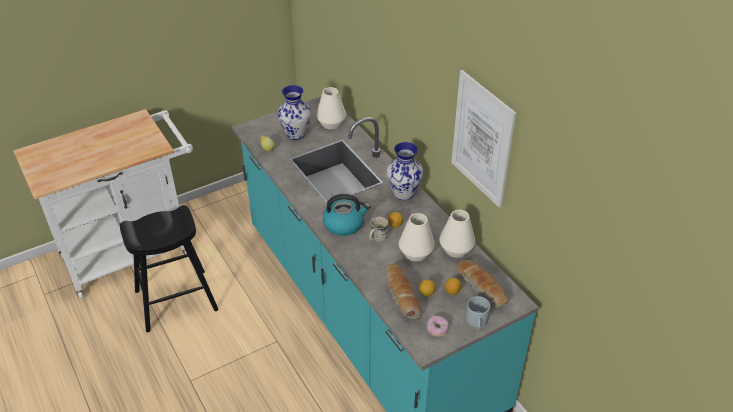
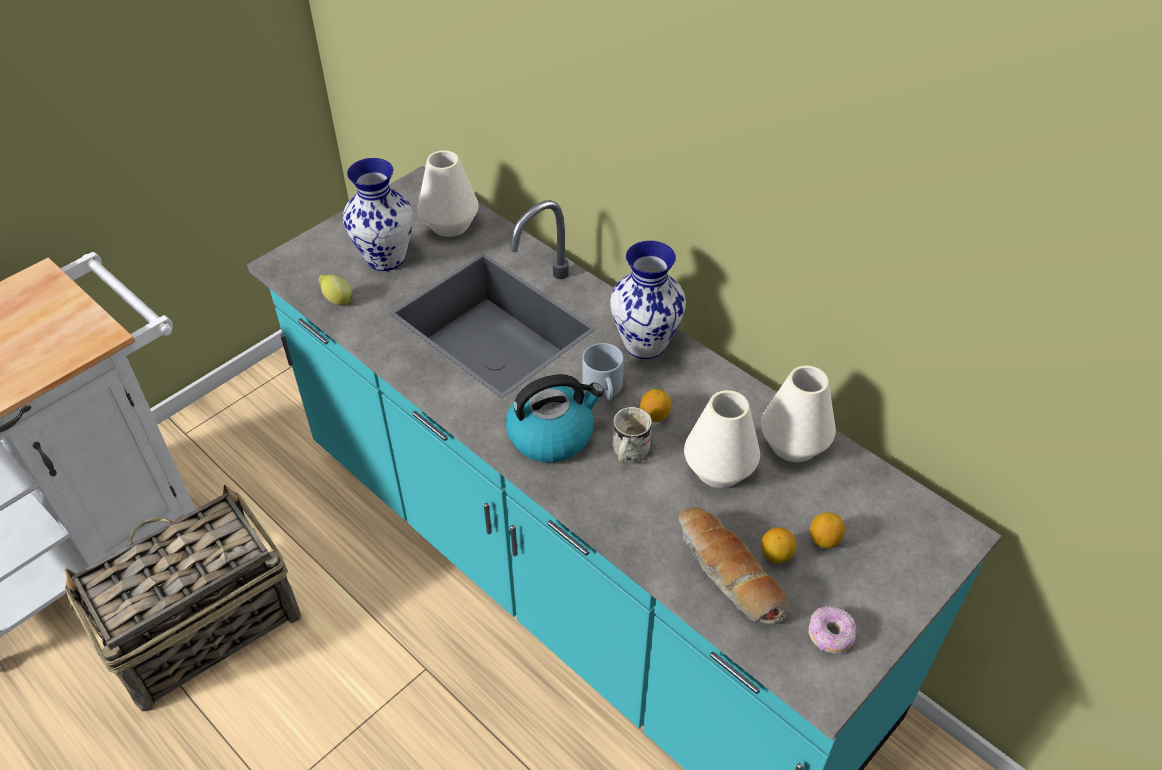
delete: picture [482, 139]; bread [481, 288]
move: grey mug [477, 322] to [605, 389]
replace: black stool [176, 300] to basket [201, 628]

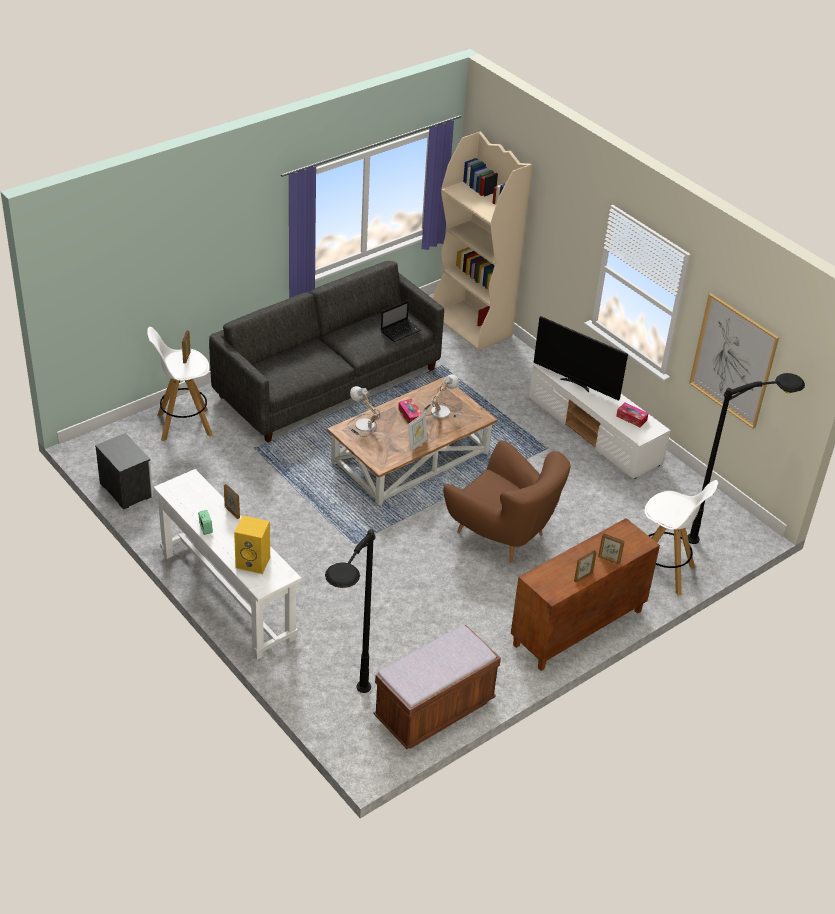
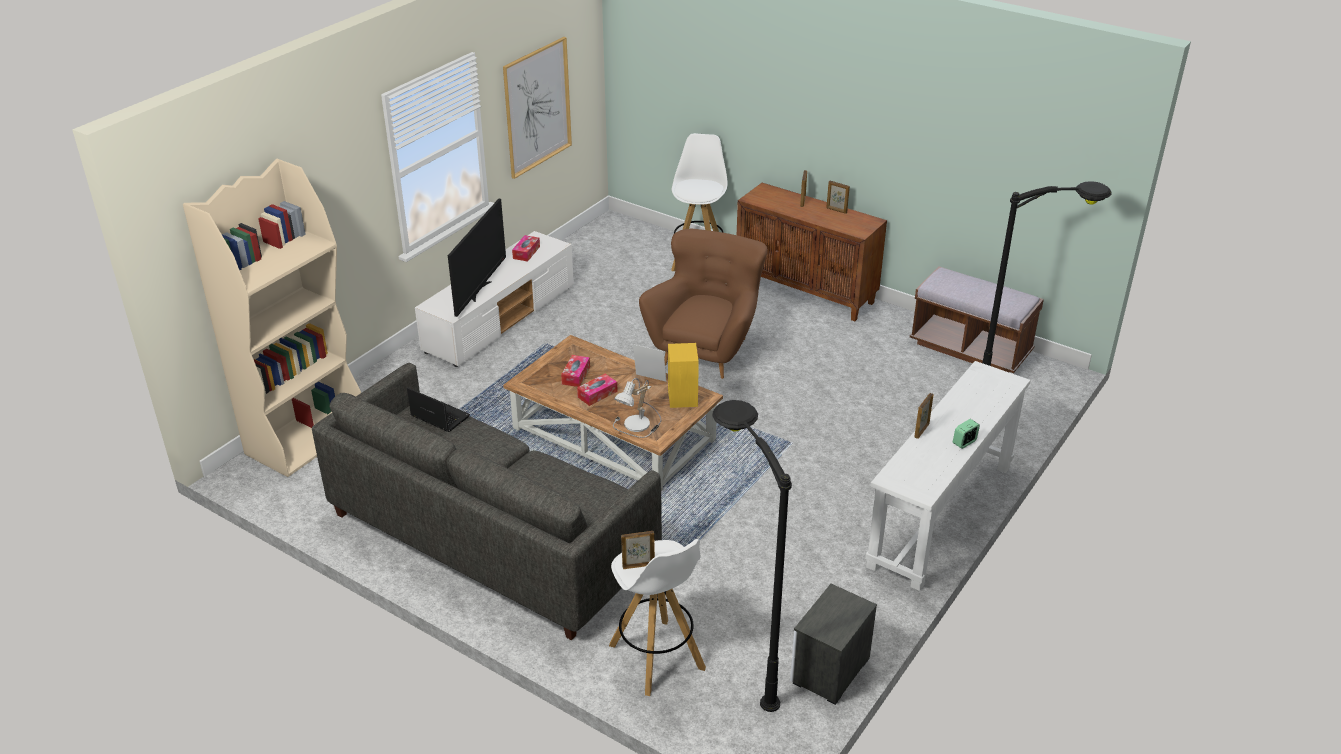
move: black floor lamp [732, 536] to [738, 660]; yellow speaker [254, 562] to [681, 397]
replace: table lamp [439, 410] to tissue box [576, 375]

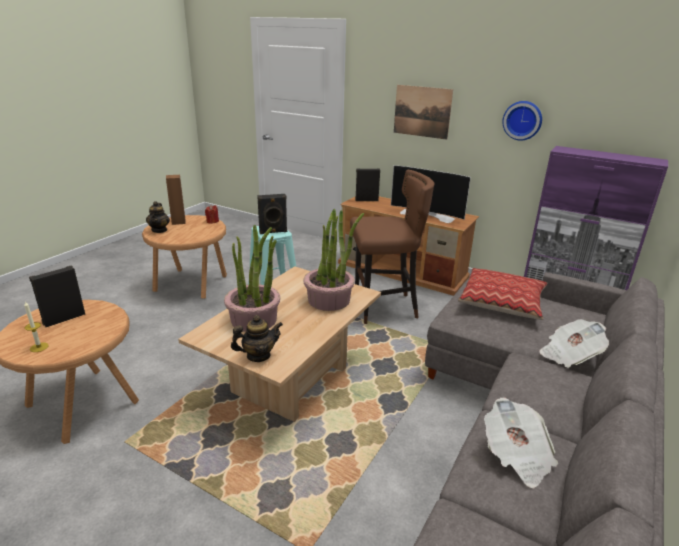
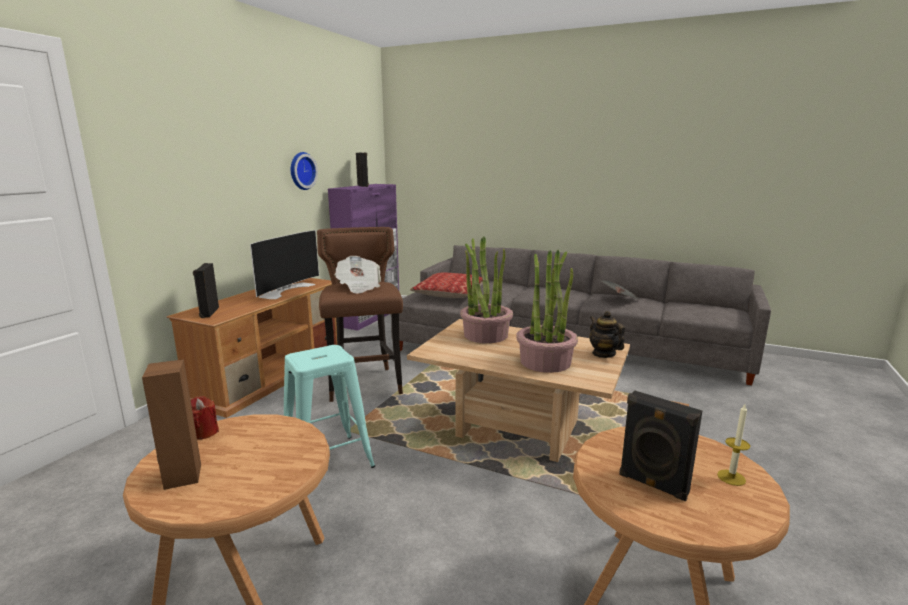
delete: picture [422, 111]; teapot [159, 230]
move: black speaker [273, 232] to [363, 186]; newspaper [569, 355] to [359, 287]

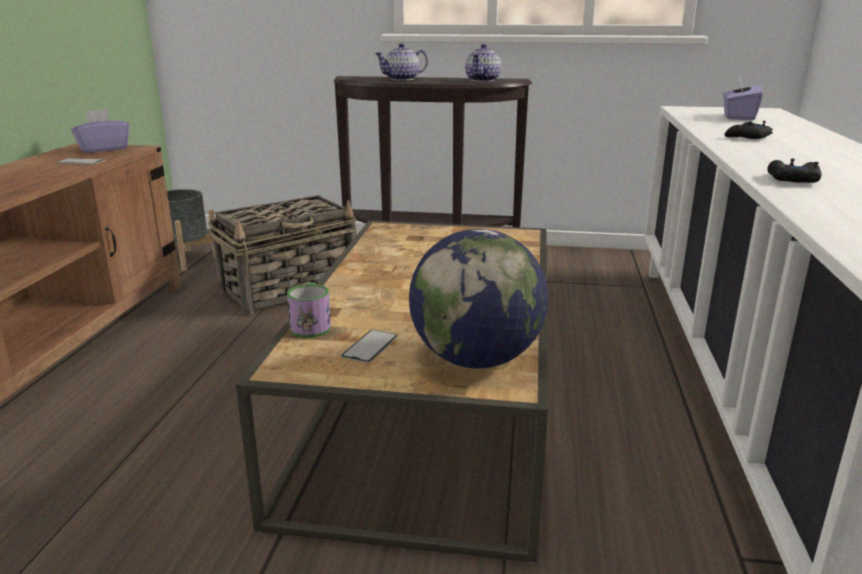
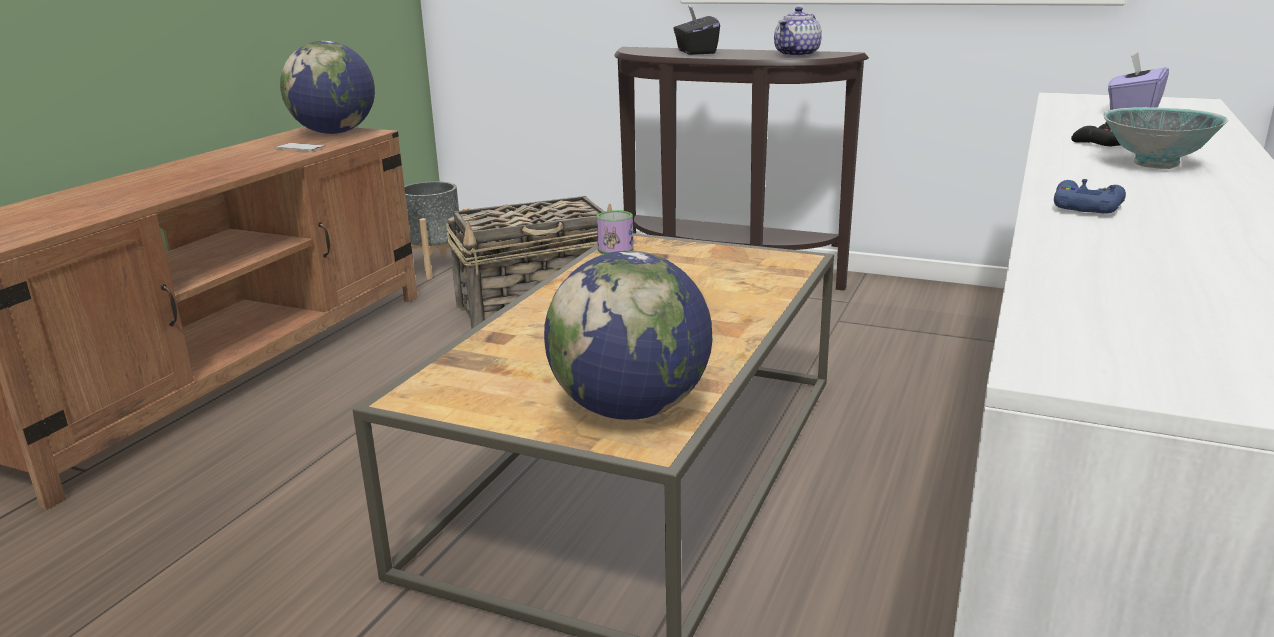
delete: phone [370, 346]
insert: bowl [1155, 164]
move: mug [311, 325] to [617, 247]
replace: teapot [402, 79] to black tissue box [695, 52]; purple tissue box [103, 149] to globe [335, 133]
recolor: black game controller [792, 179] to blue game controller [1086, 207]

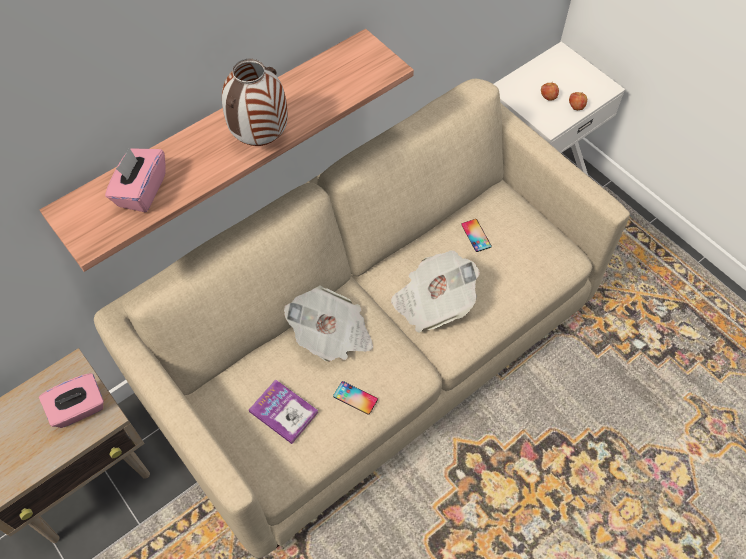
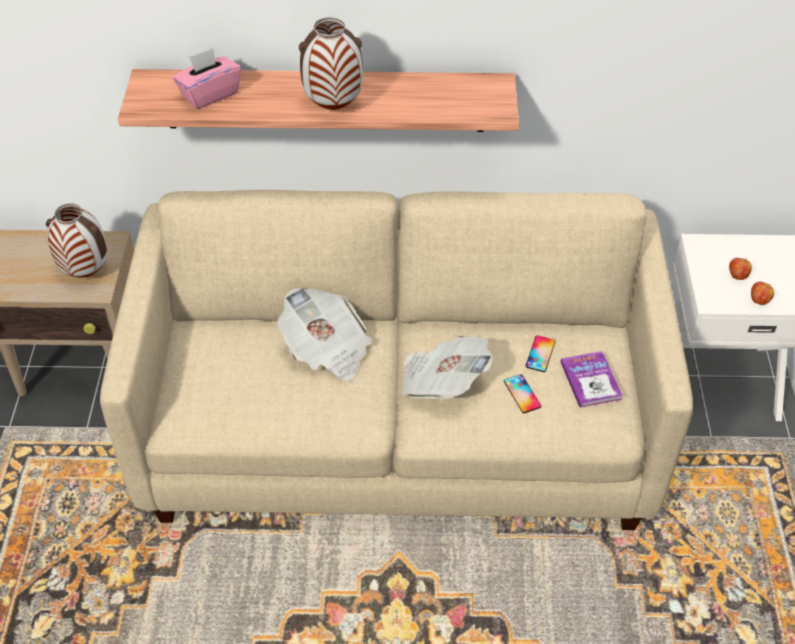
move: book [283, 412] to [590, 380]; phone [355, 398] to [522, 394]
replace: pink tissue box [79, 409] to vase [87, 272]

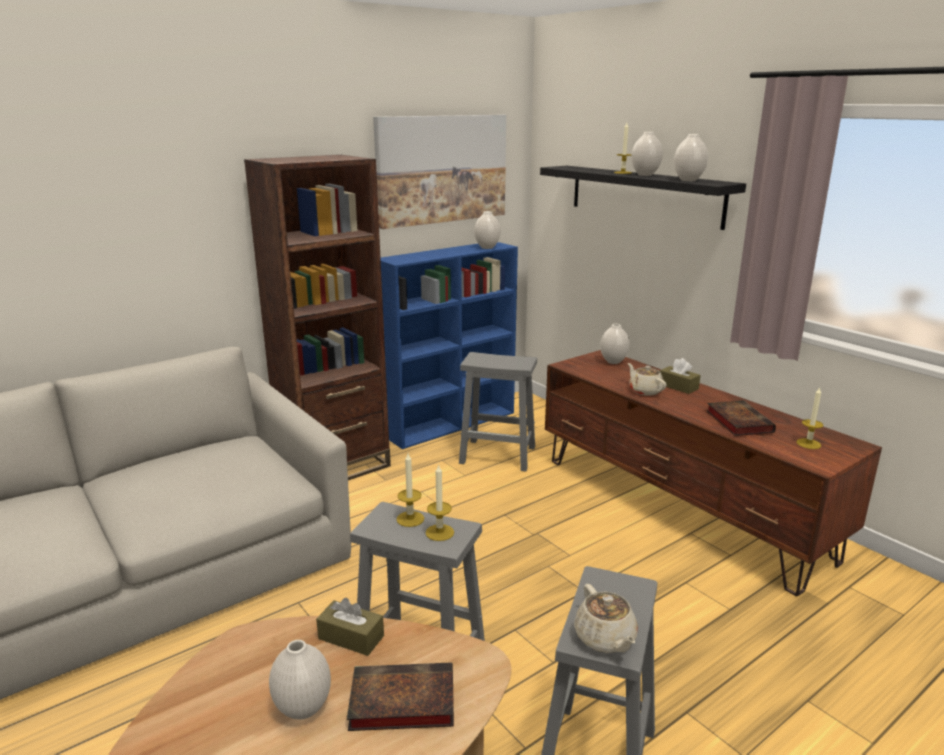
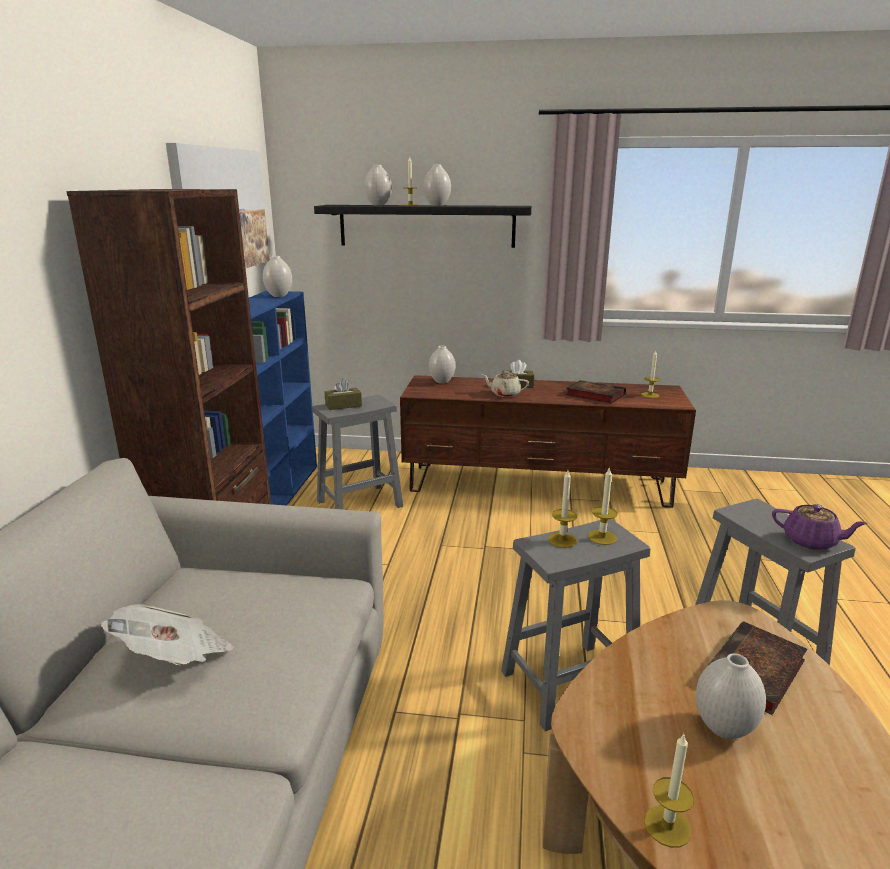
insert: newspaper [175, 657]; candle [667, 826]
move: white vase [688, 180] to [379, 205]; brown tissue box [351, 637] to [343, 405]
recolor: beige teapot [605, 639] to purple teapot [811, 541]

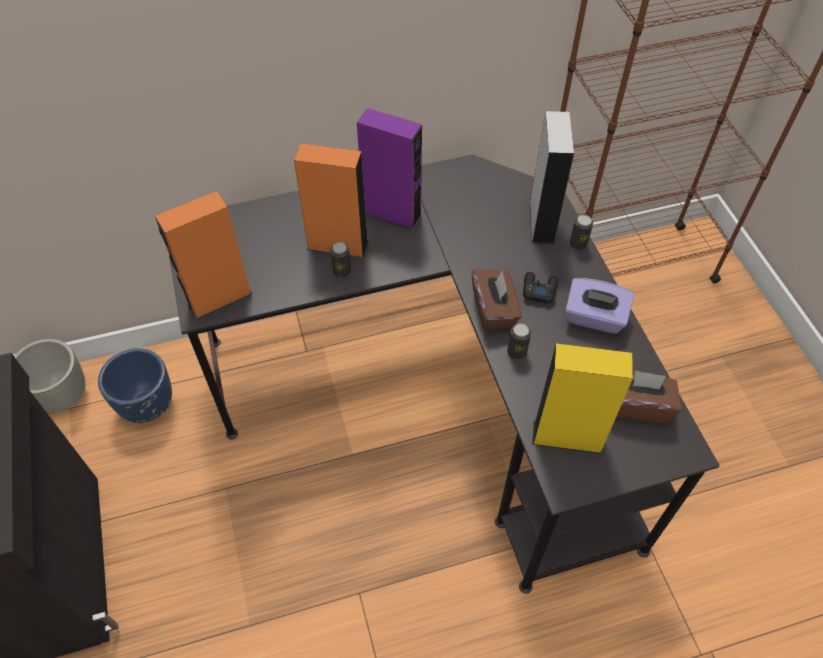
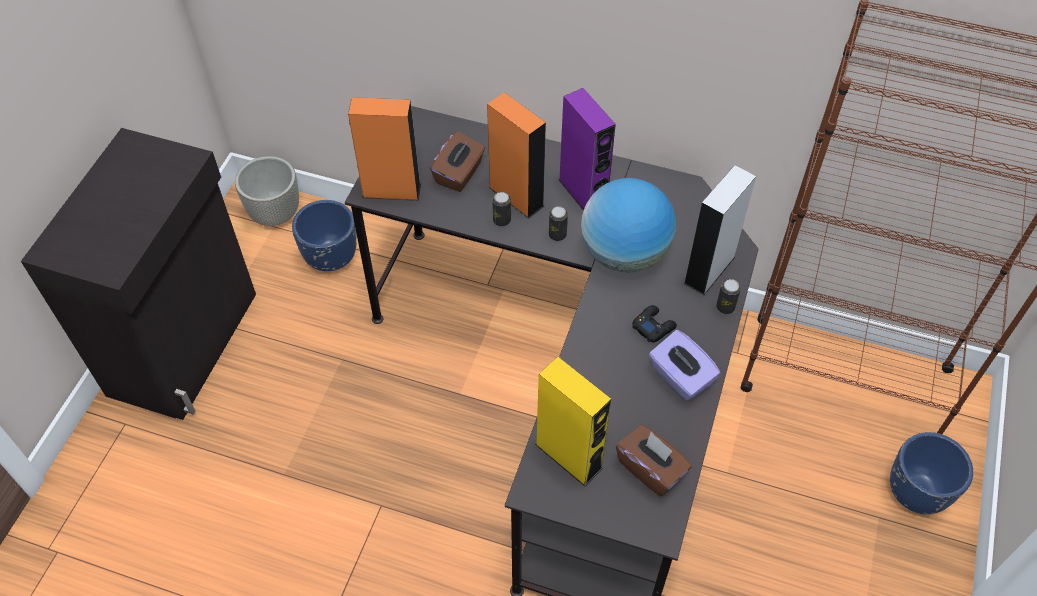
insert: globe [624, 254]; blue planter [916, 492]
move: brown tissue box [494, 310] to [459, 174]; can [516, 352] to [557, 234]

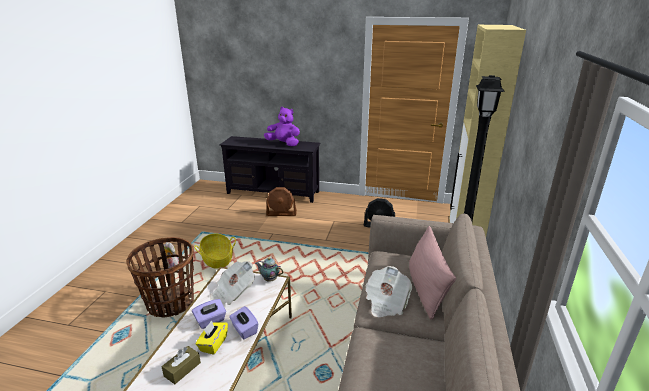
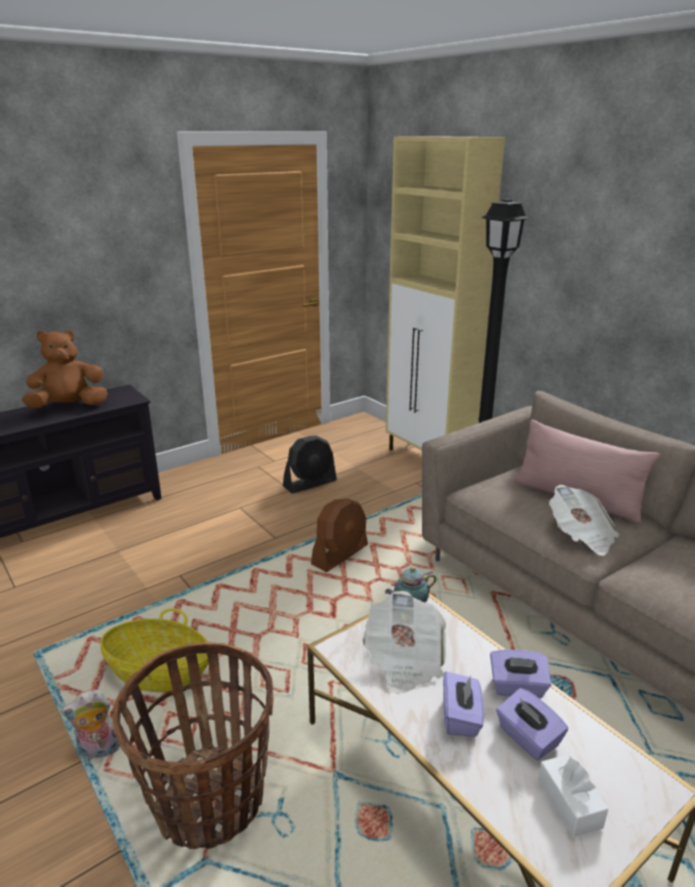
move: brown fan [281, 213] to [340, 555]
recolor: purple plush toy [284, 144] to brown plush toy [69, 407]; yellow tissue box [213, 344] to purple tissue box [527, 738]; brown tissue box [182, 369] to white tissue box [569, 803]

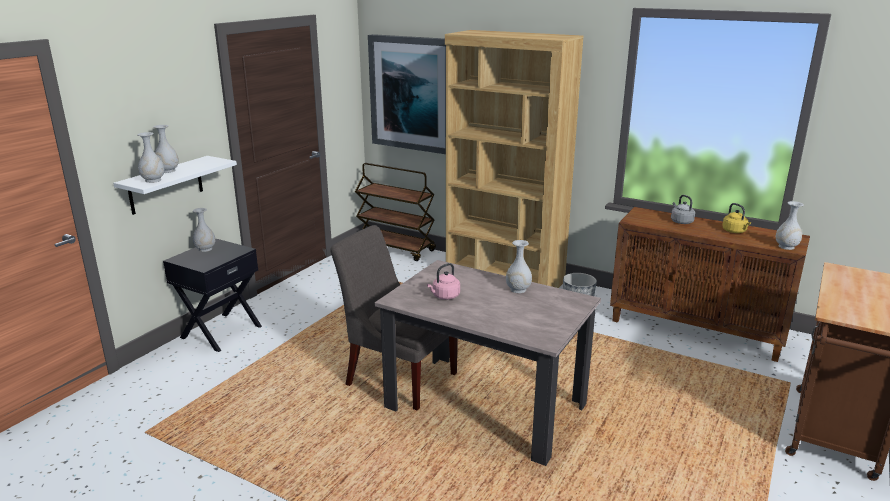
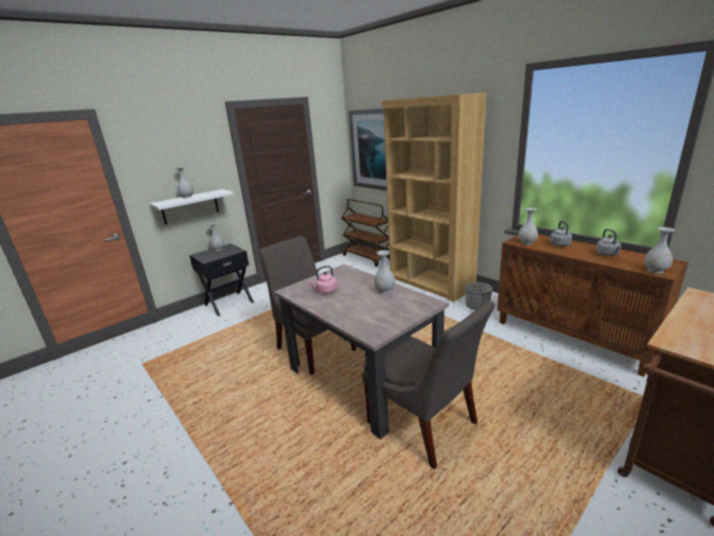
insert: grey chair [425, 426]
move: white vase [153, 180] to [527, 243]
recolor: yellow kettle [735, 231] to grey kettle [608, 254]

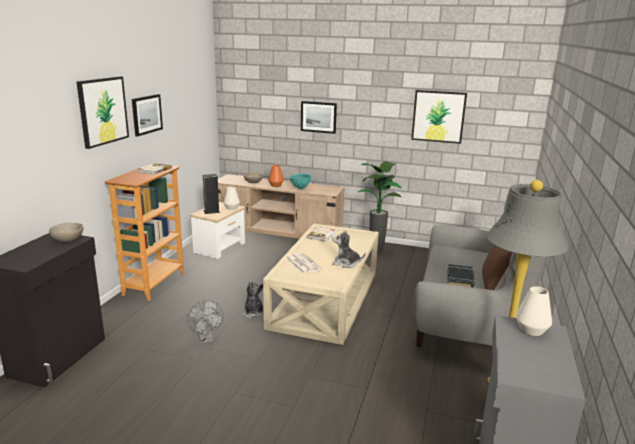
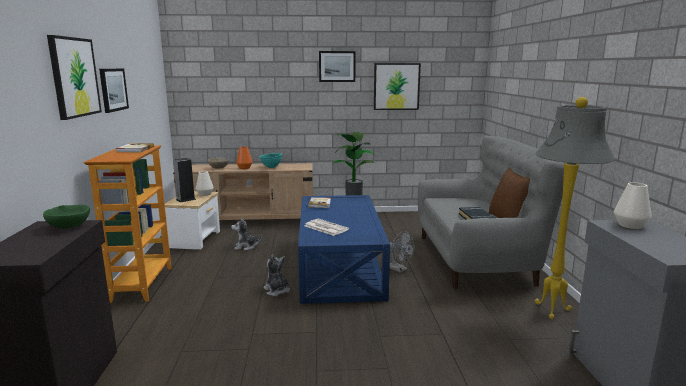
move: picture [318, 117] to [337, 66]; plush toy [346, 263] to [246, 247]; grey fan [206, 339] to [399, 269]
recolor: beige bowl [68, 240] to green bowl [69, 227]; beige coffee table [326, 299] to blue coffee table [340, 265]

